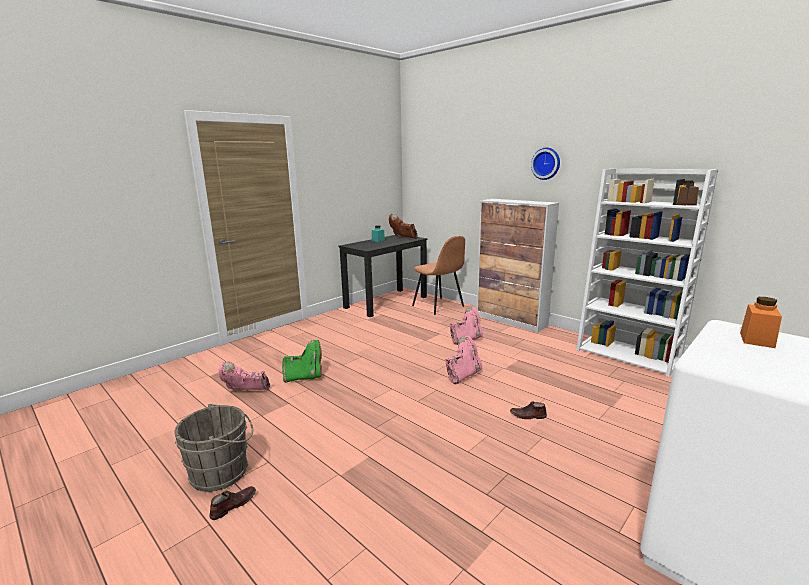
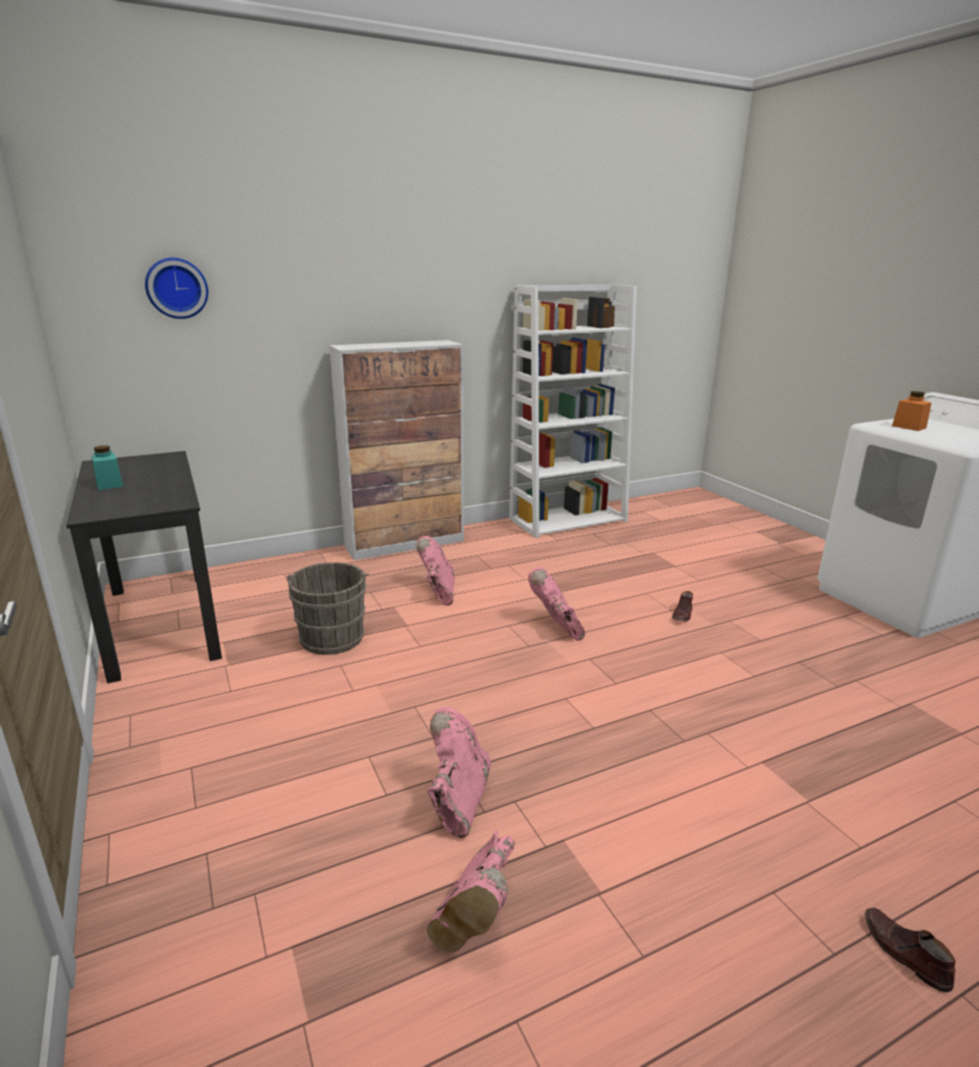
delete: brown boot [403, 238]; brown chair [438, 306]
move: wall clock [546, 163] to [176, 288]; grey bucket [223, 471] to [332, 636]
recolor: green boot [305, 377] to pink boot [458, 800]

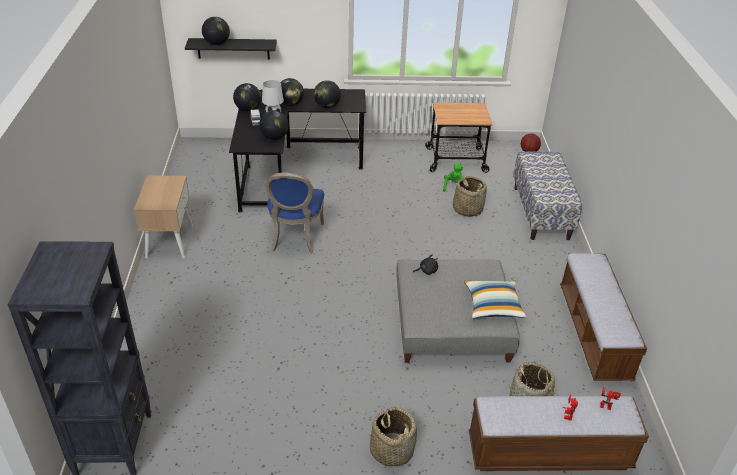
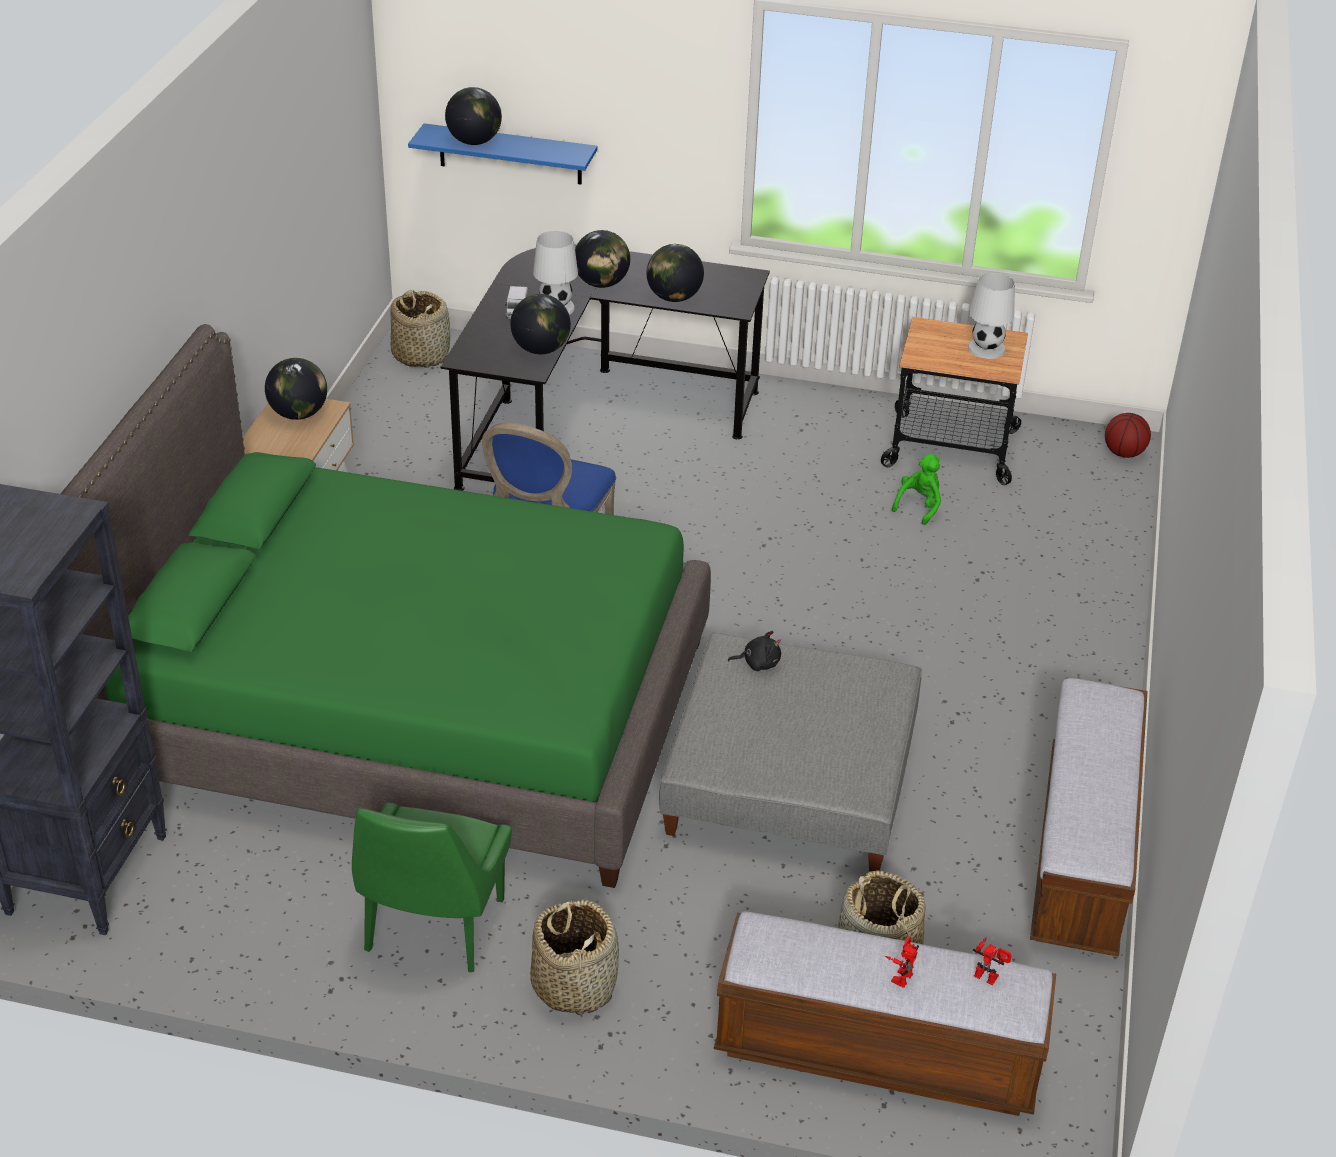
delete: bench [541, 213]; pillow [492, 305]
insert: white table lamp [986, 348]; green bed [412, 711]; green chair [432, 929]
move: globe [248, 109] to [299, 414]; basket [467, 209] to [421, 355]
recolor: black shelf [233, 48] to blue shelf [510, 154]

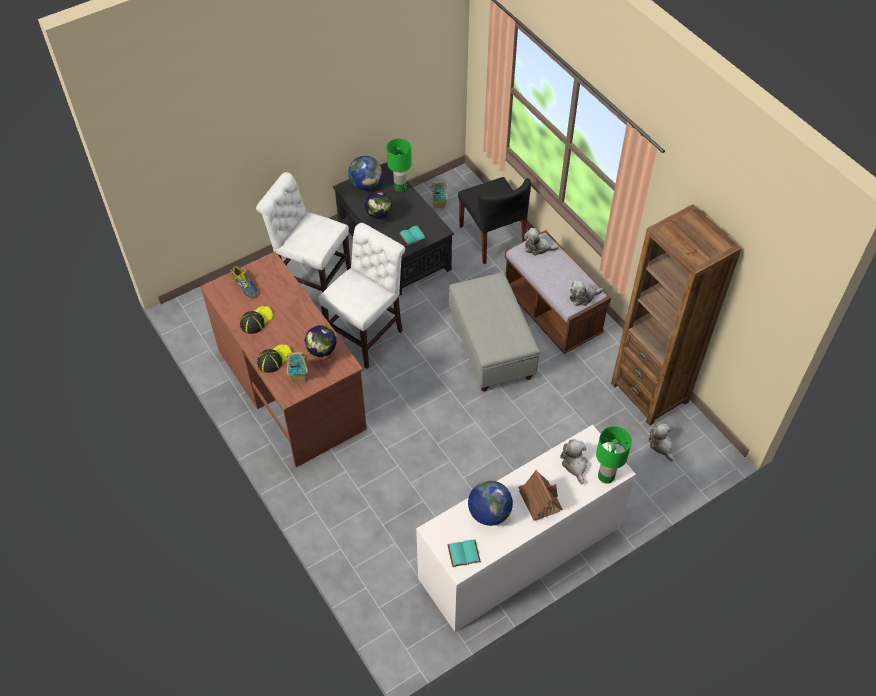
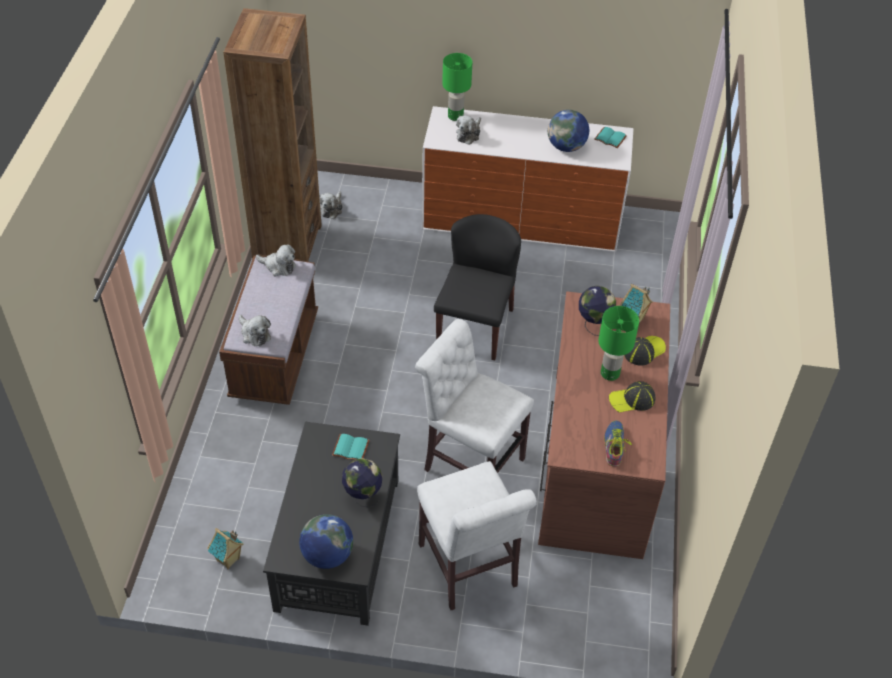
delete: grey ottoman [491, 348]; toy house [539, 500]
move: green table lamp [400, 187] to [610, 374]; black chair [493, 237] to [475, 327]
rotate: white chair [367, 334] = [470, 462] 45 degrees clockwise; cap [274, 359] = [644, 351] 150 degrees clockwise

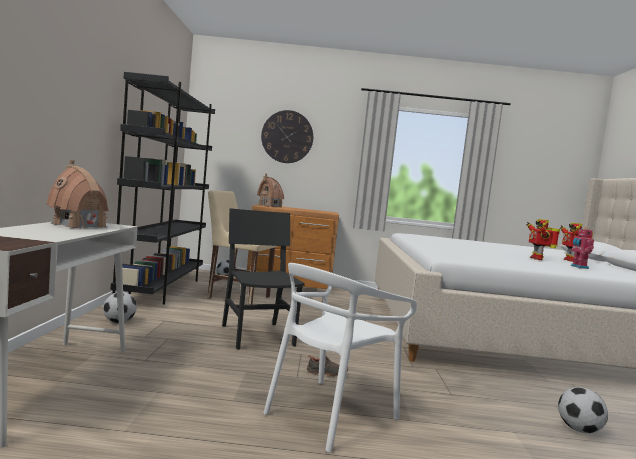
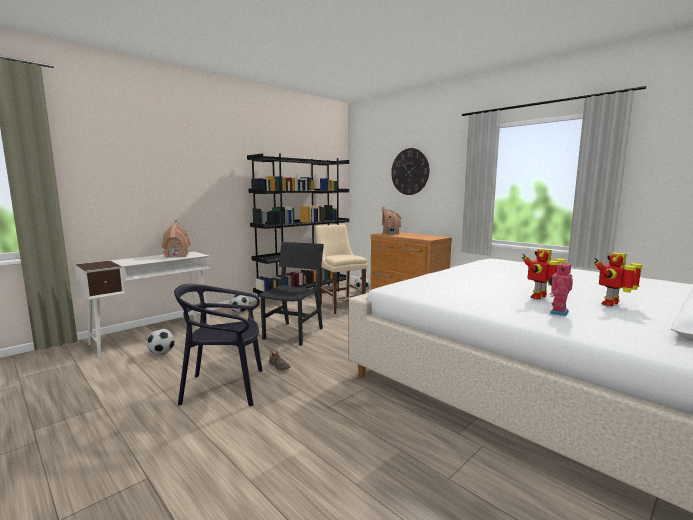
move: football [579, 430] to [162, 353]
recolor: white chair [329, 413] to black chair [224, 388]

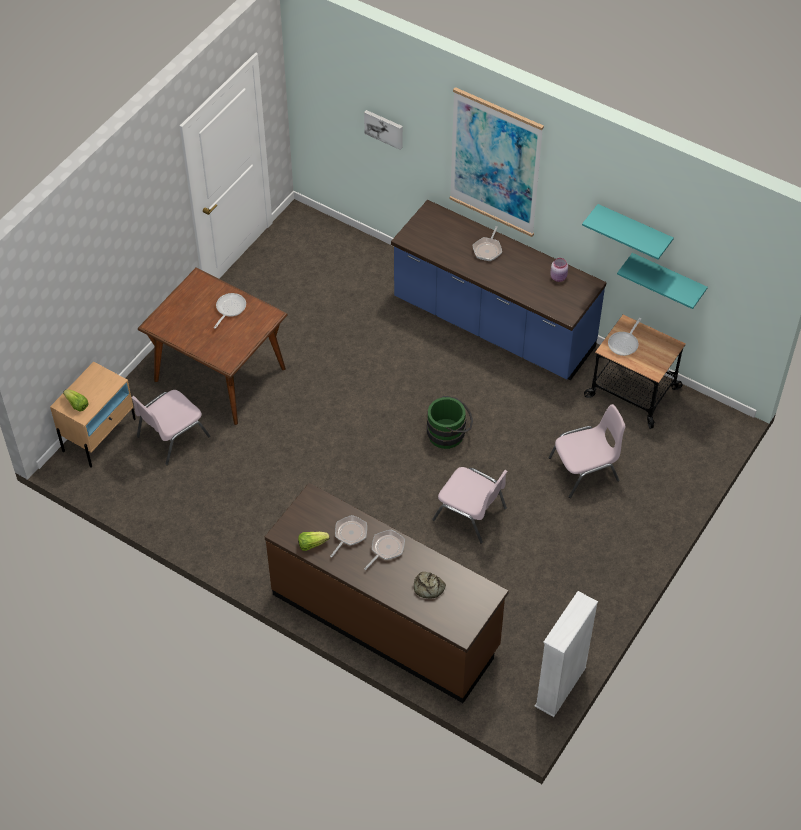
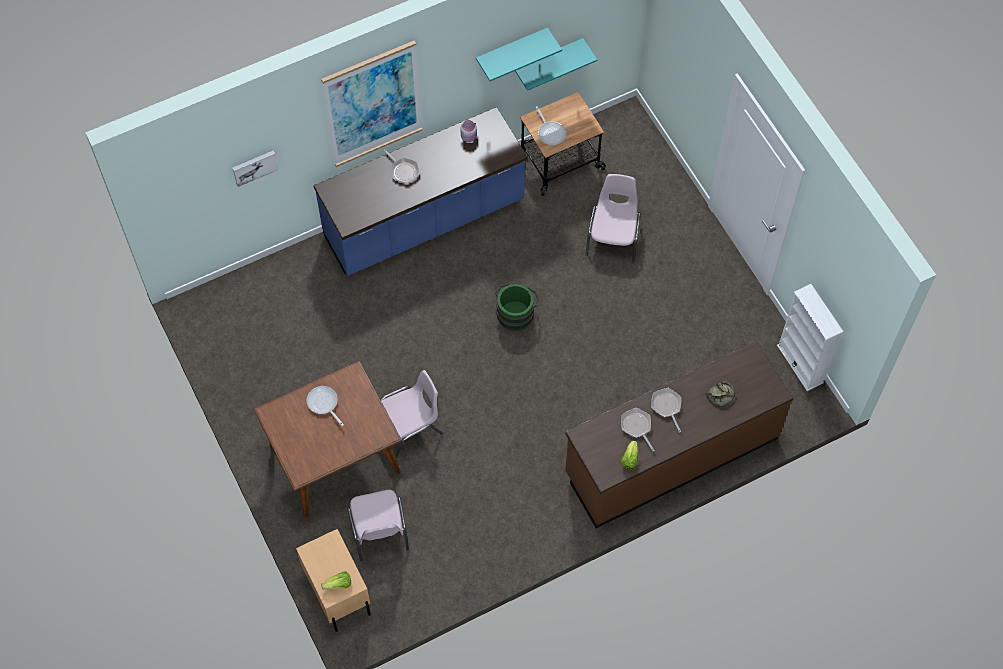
move: pink chair [470, 514] to [409, 425]

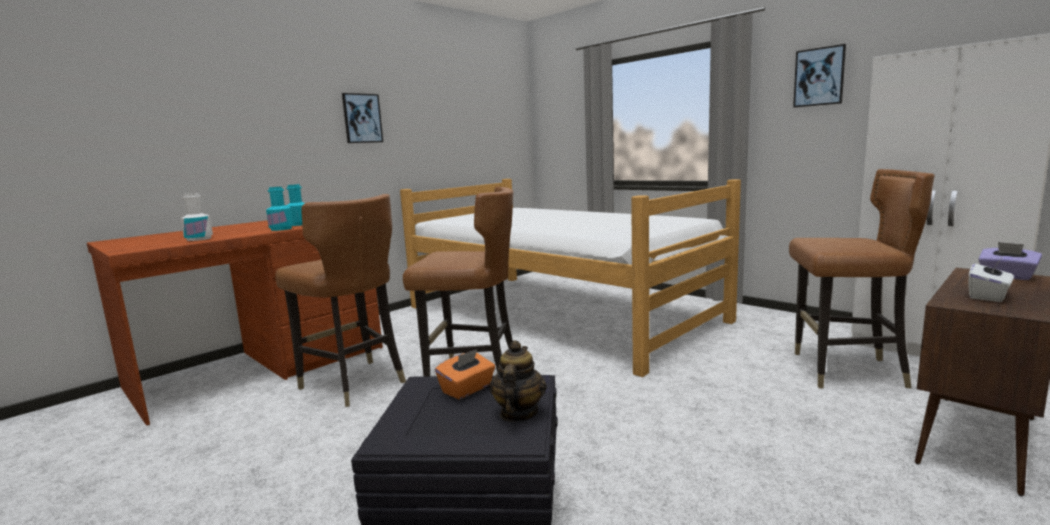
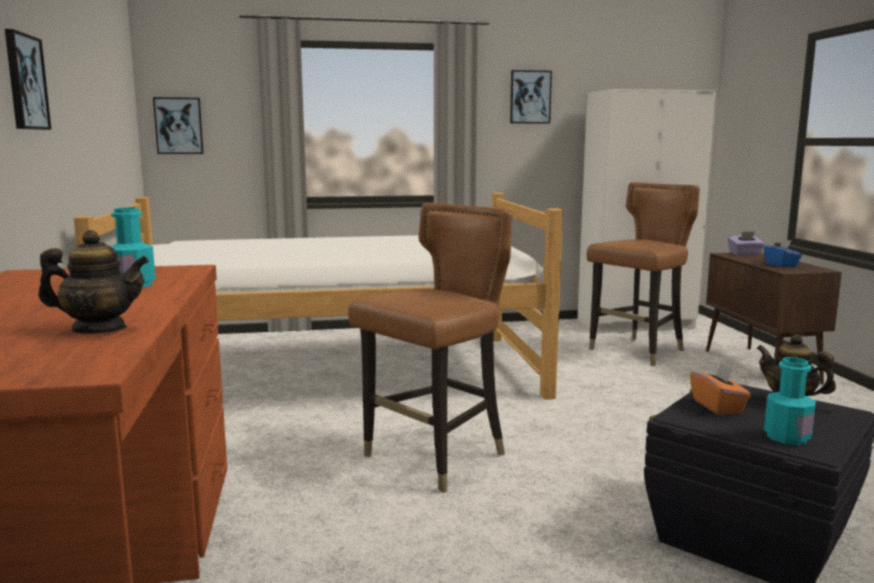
delete: brown chair [354, 383]
insert: picture [179, 126]
move: turquoise bottle [281, 229] to [787, 437]
replace: white bottle [199, 239] to teapot [99, 330]
recolor: white tissue box [988, 296] to blue tissue box [781, 265]

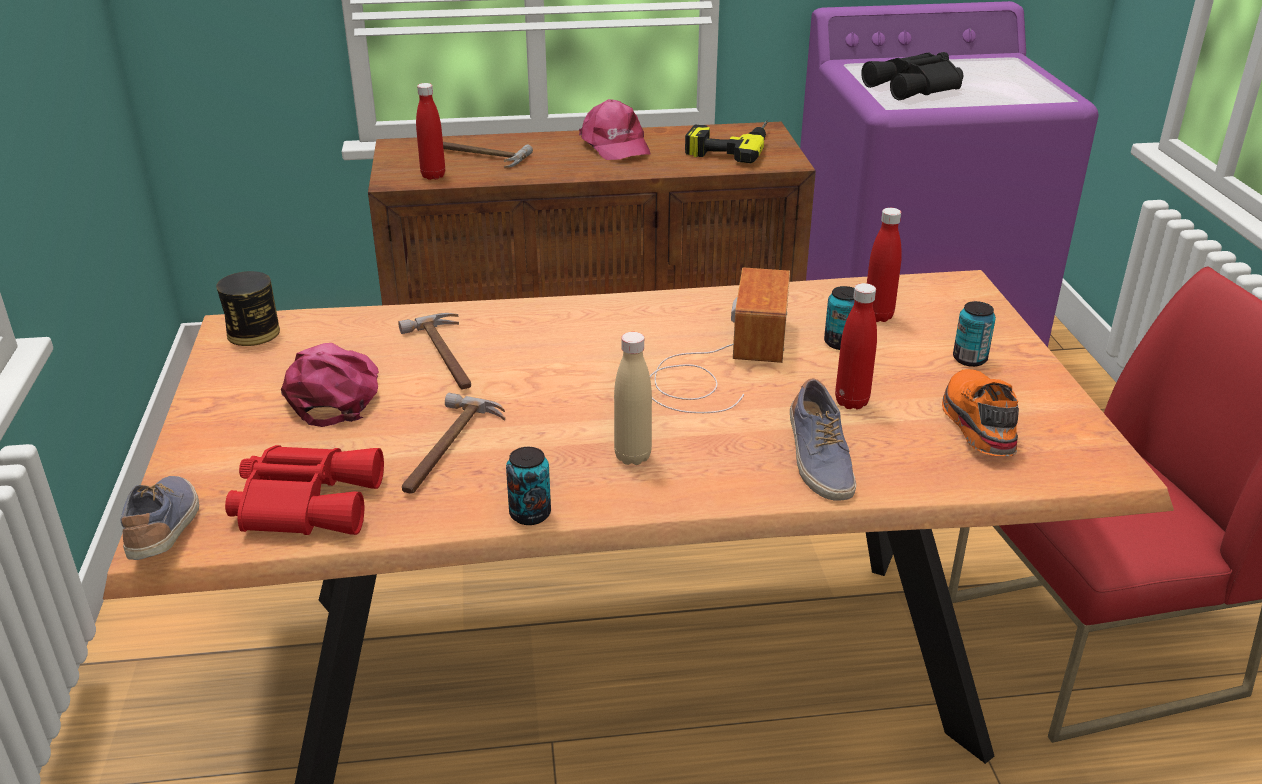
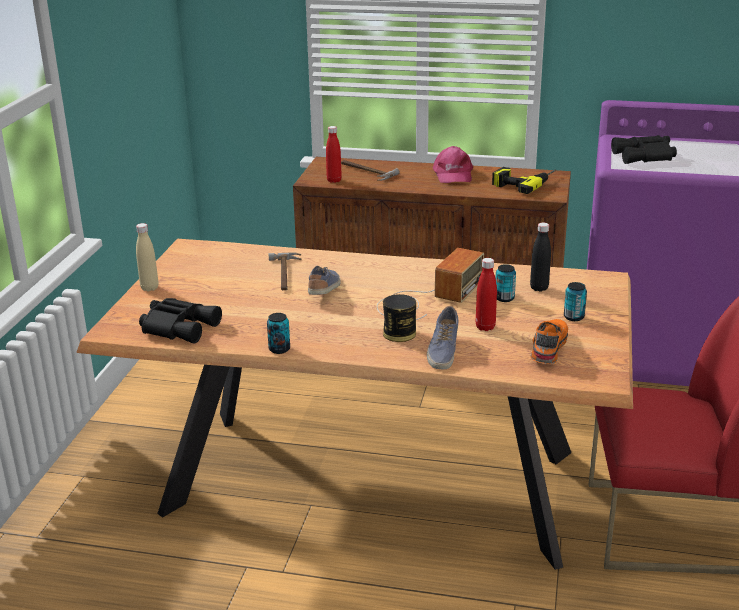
delete: pink cap [335, 393]; hammer [448, 449]
move: can [253, 333] to [399, 334]; beige bottle [632, 456] to [149, 288]; shoe [166, 530] to [325, 290]
recolor: red bottle [878, 316] to black bottle [539, 288]; red binoculars [306, 501] to black binoculars [179, 327]

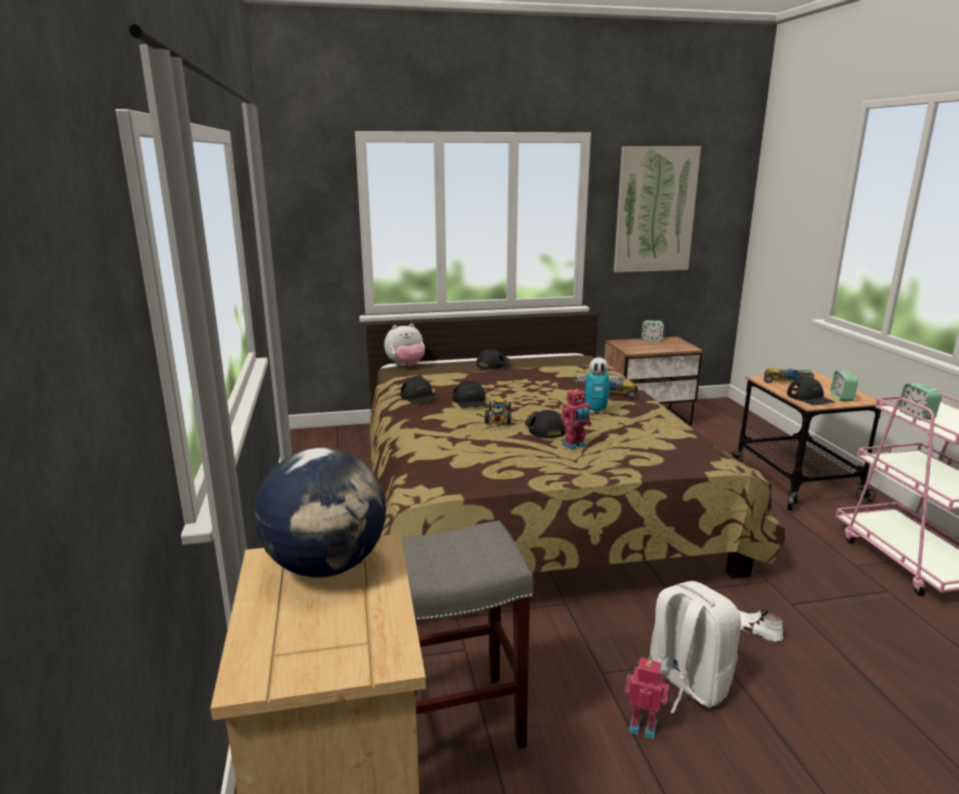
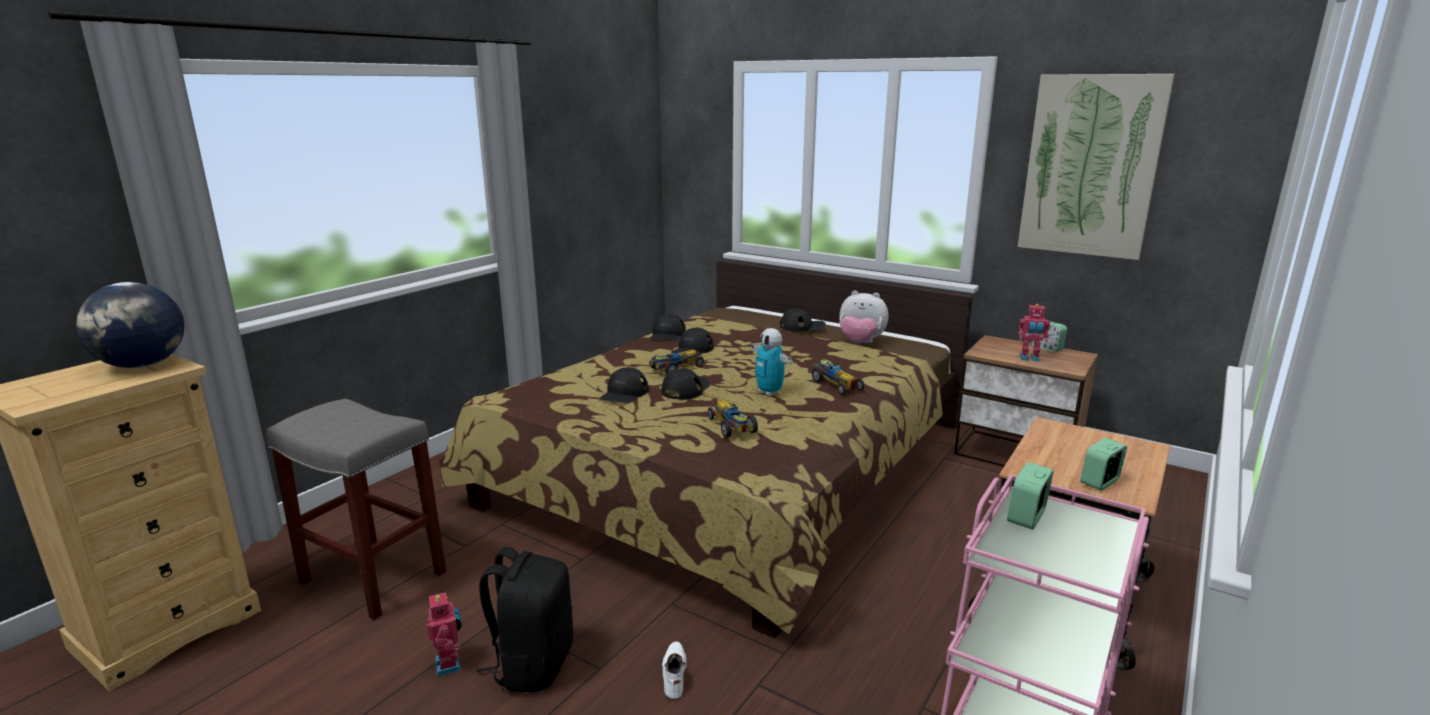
move: plush toy [406, 366] to [860, 343]; toy car [788, 382] to [732, 427]; black cap [810, 398] to [624, 393]; toy robot [574, 445] to [1029, 358]
recolor: white backpack [684, 683] to black backpack [533, 664]

